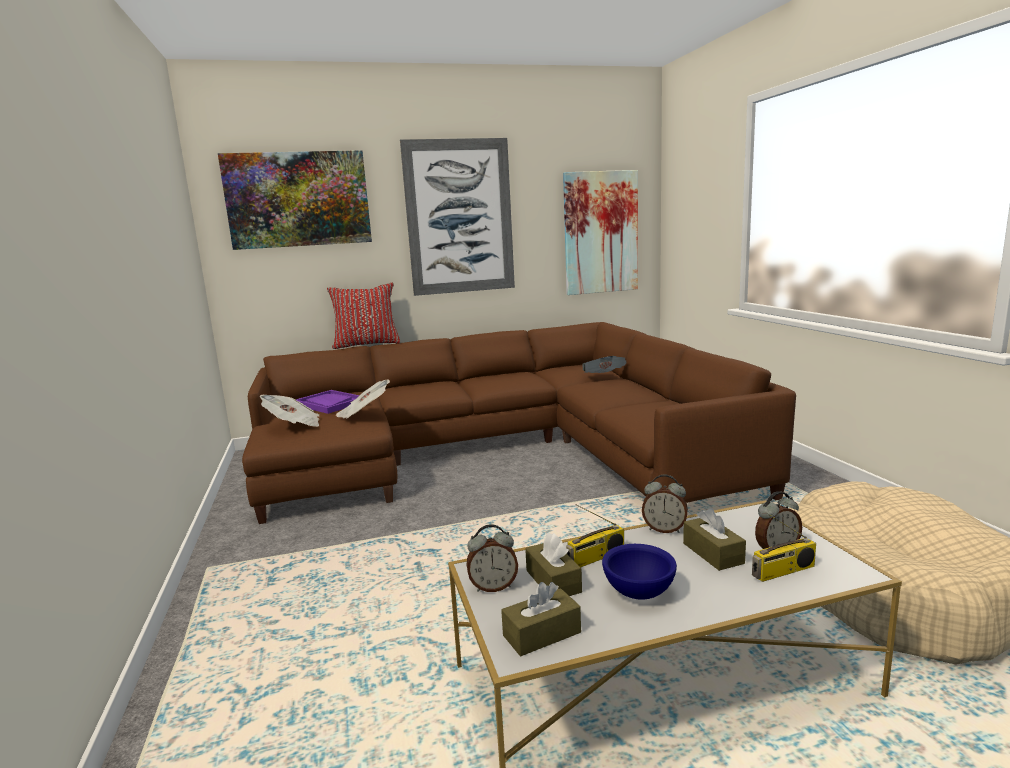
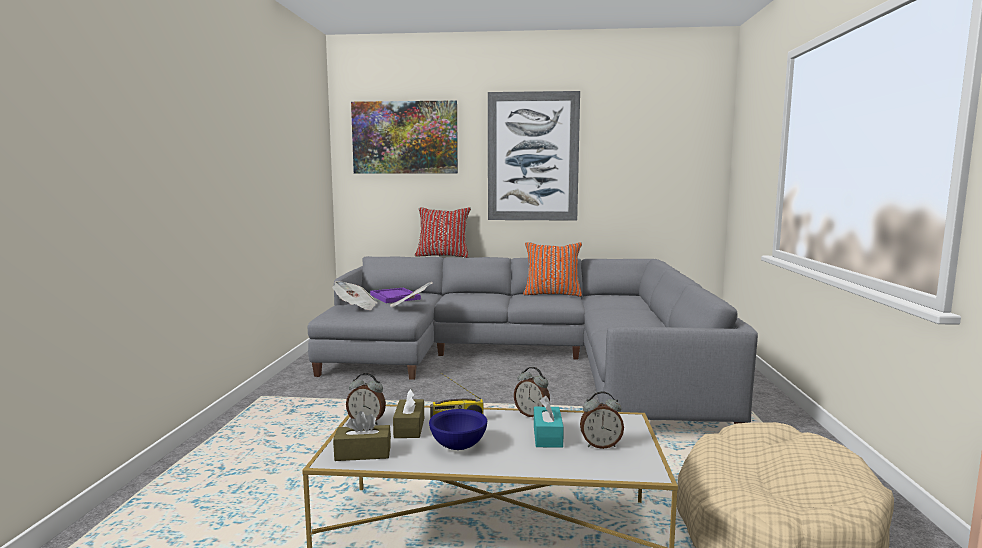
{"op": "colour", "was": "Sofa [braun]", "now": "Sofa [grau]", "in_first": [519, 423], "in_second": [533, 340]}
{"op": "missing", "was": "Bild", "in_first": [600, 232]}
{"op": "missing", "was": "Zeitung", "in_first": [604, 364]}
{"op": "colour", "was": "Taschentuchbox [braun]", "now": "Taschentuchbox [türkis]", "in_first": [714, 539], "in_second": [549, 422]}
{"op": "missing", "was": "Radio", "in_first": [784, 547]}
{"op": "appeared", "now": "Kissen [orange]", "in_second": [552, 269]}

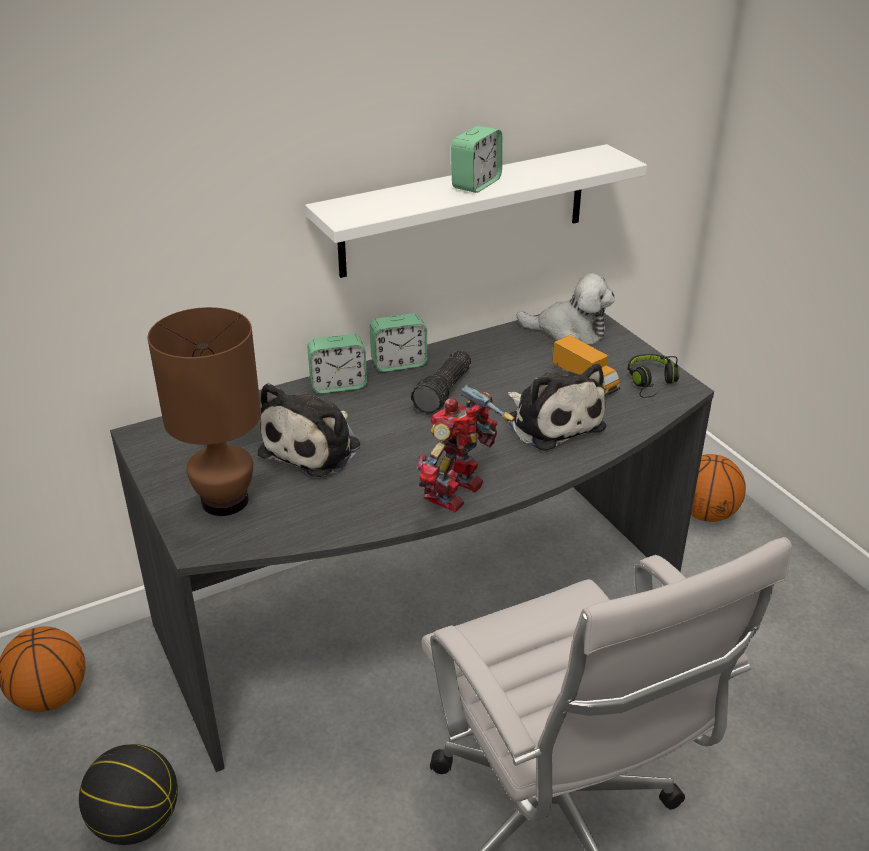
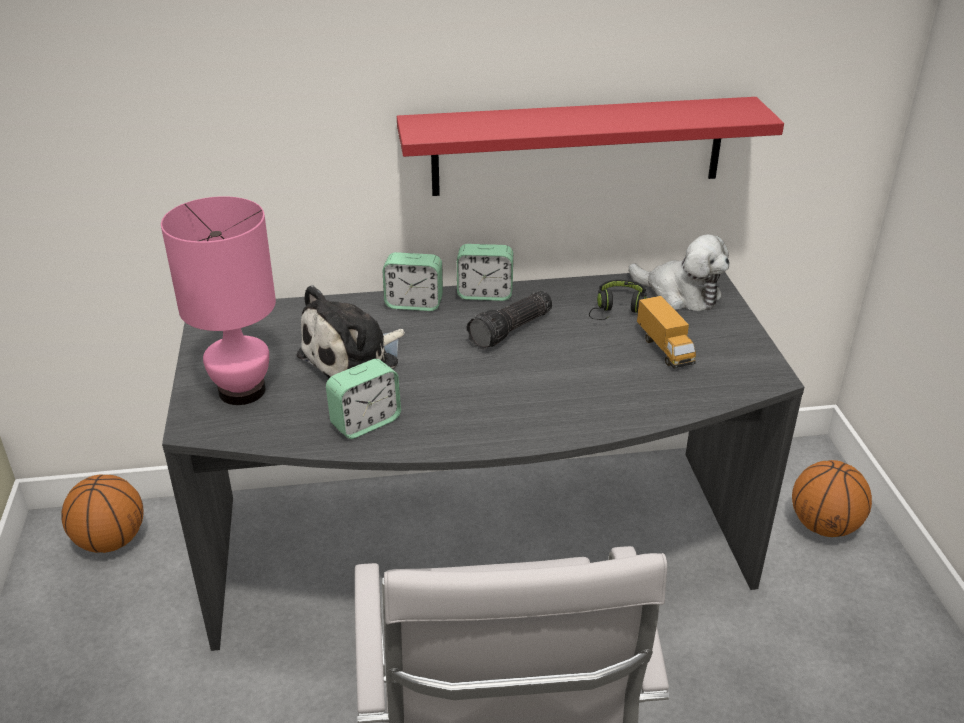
{"op": "missing", "was": "Basketball", "in_first": [128, 794]}
{"op": "colour", "was": "Tischlampe [braun]", "now": "Tischlampe [rosa]", "in_first": [204, 411], "in_second": [218, 300]}
{"op": "colour", "was": "Wandregal [weiß]", "now": "Wandregal [rot]", "in_first": [476, 211], "in_second": [590, 146]}
{"op": "missing", "was": "Spielzeugroboter", "in_first": [465, 448]}
{"op": "relocated", "was": "Wecker", "in_first": [476, 159], "in_second": [363, 399]}
{"op": "missing", "was": "Plüschtier", "in_first": [556, 407]}
{"op": "relocated", "was": "Kopfhörer [schwarz]", "in_first": [653, 376], "in_second": [618, 300]}

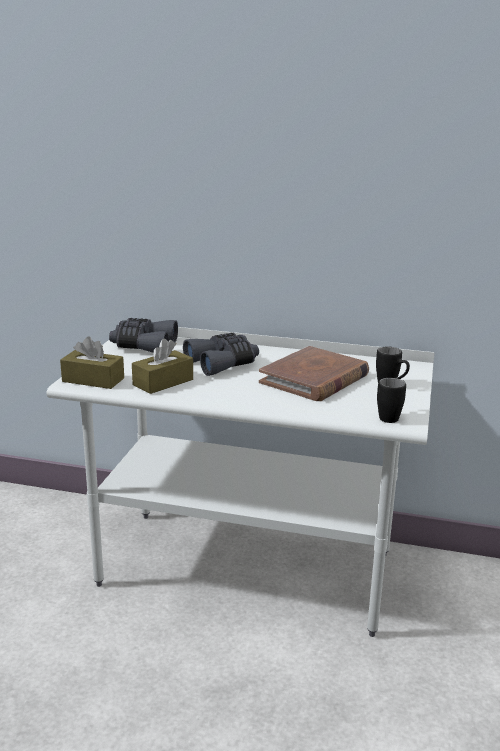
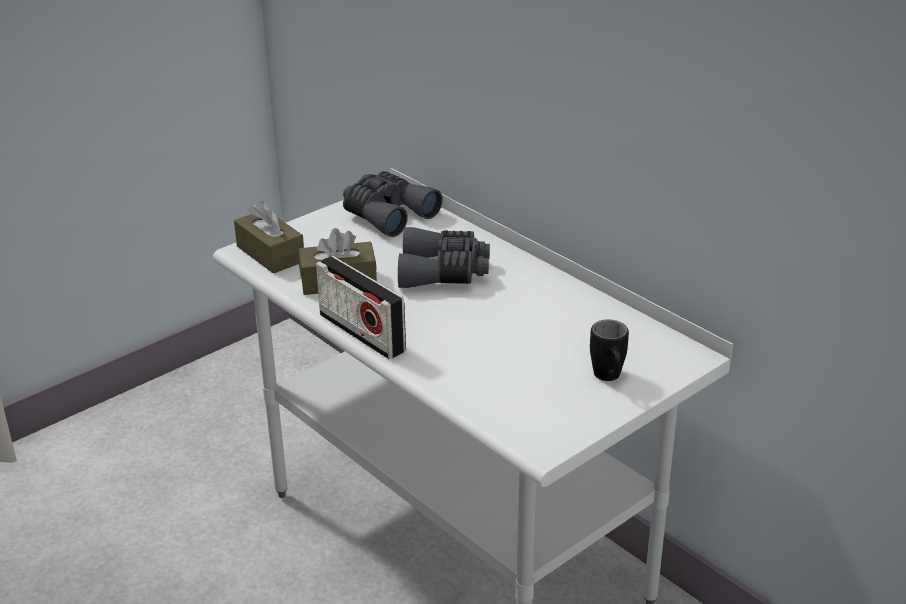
{"op": "missing", "was": "Buch [braun]", "in_first": [314, 373]}
{"op": "missing", "was": "Henkelbecher [schwarz]", "in_first": [391, 400]}
{"op": "appeared", "now": "Radio", "in_second": [361, 307]}

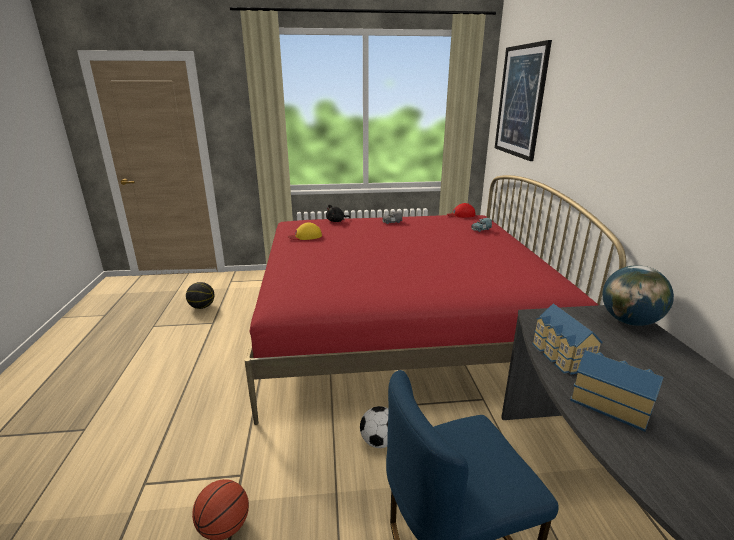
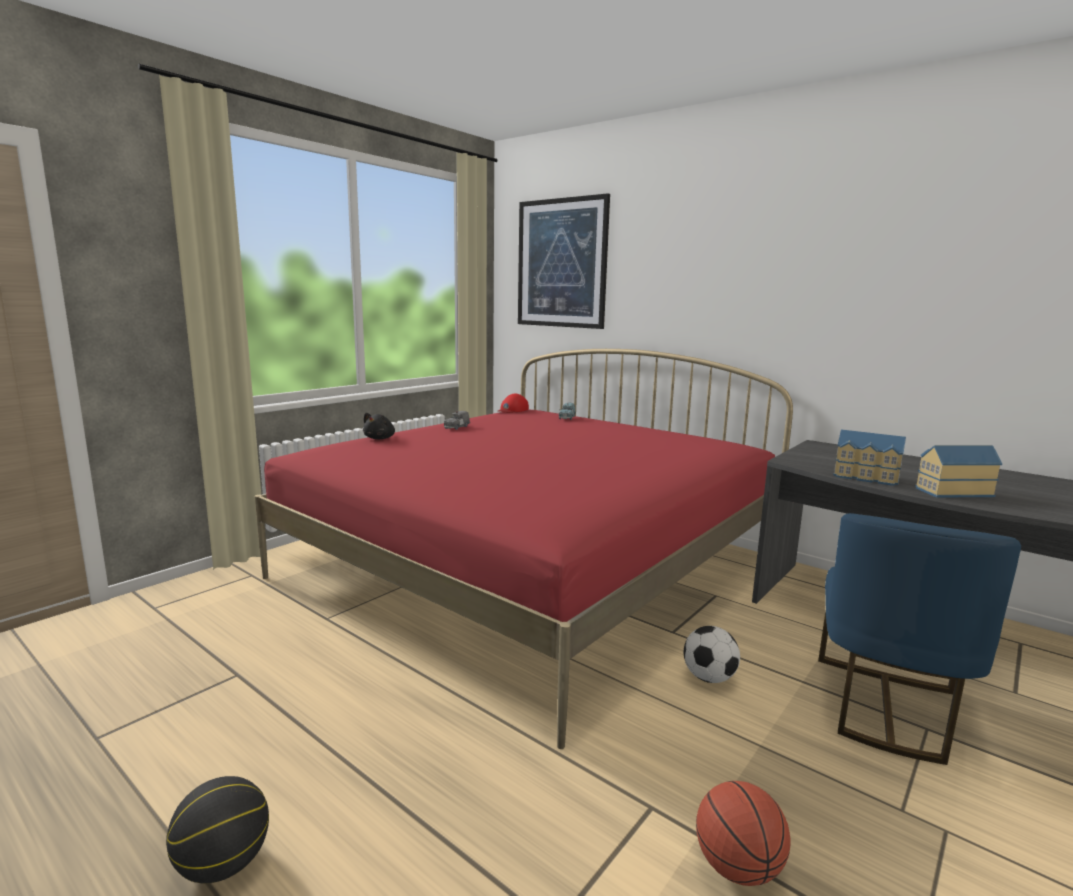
{"op": "relocated", "was": "Basketball", "in_first": [200, 295], "in_second": [217, 829]}
{"op": "missing", "was": "Kappe [gelb]", "in_first": [304, 231]}
{"op": "missing", "was": "Globus", "in_first": [638, 295]}

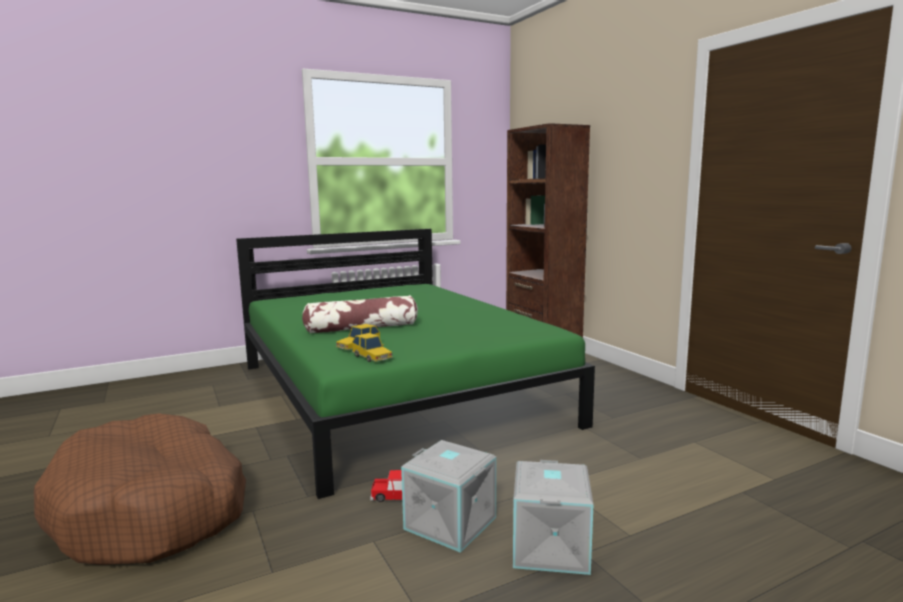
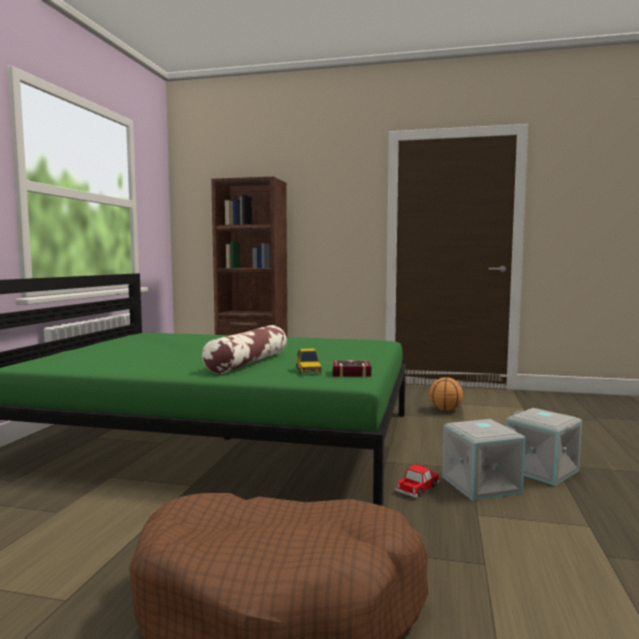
{"op": "exchanged", "was": "Spielzeugauto", "now": "Buch", "in_first": [372, 347], "in_second": [352, 368]}
{"op": "appeared", "now": "Basketball", "in_second": [446, 394]}

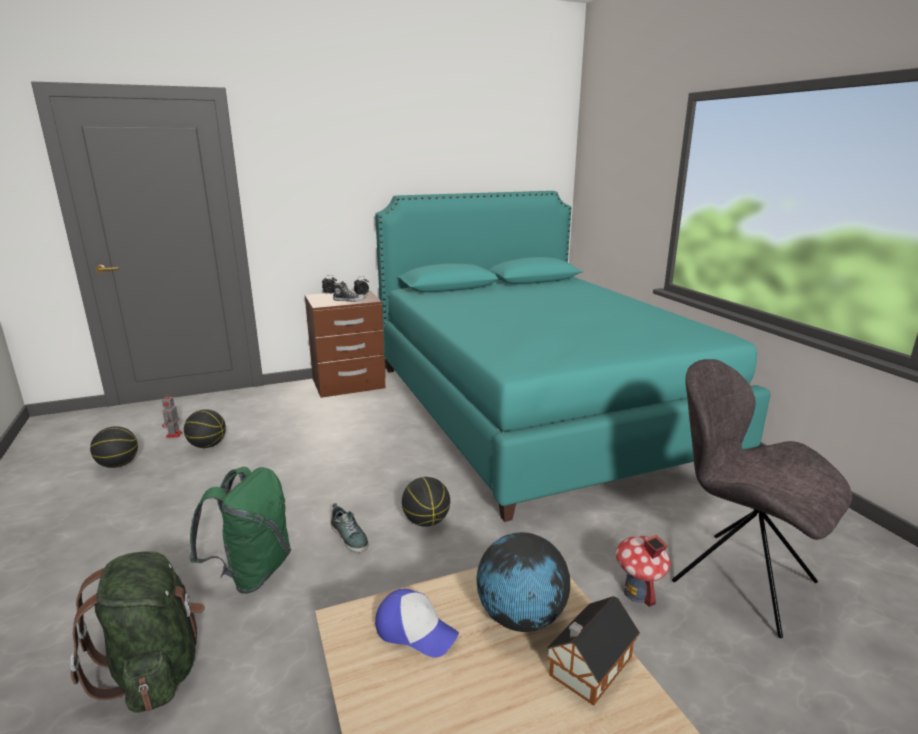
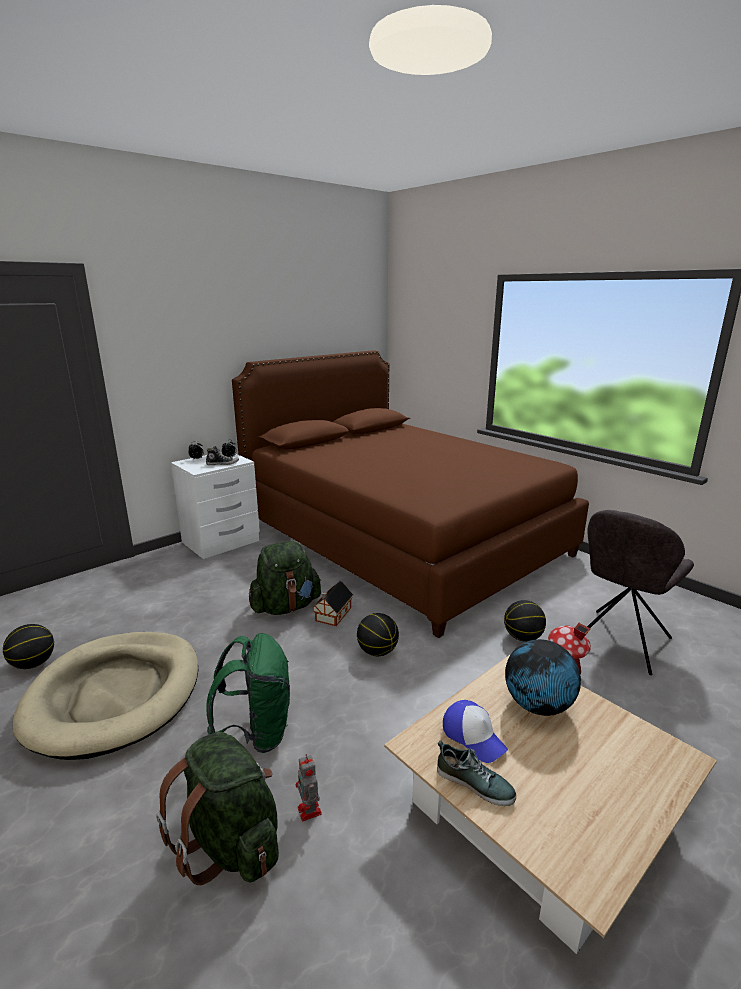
{"op": "relocated", "was": "Spielzeugroboter", "in_first": [172, 417], "in_second": [309, 788]}
{"op": "relocated", "was": "Basketball", "in_first": [205, 428], "in_second": [525, 621]}
{"op": "colour", "was": "Nachttisch [braun]", "now": "Nachttisch [weiß]", "in_first": [345, 344], "in_second": [215, 505]}
{"op": "relocated", "was": "Schuh", "in_first": [349, 528], "in_second": [476, 773]}
{"op": "colour", "was": "Bett [türkis]", "now": "Bett [braun]", "in_first": [573, 356], "in_second": [410, 494]}
{"op": "spun", "was": "Kappe", "in_first": [417, 623], "in_second": [475, 731], "clockwise": 45}
{"op": "relocated", "was": "Spielzeughaus", "in_first": [593, 651], "in_second": [332, 603]}
{"op": "spun", "was": "Stuhl [grau]", "in_first": [762, 498], "in_second": [640, 592], "clockwise": -75}
{"op": "appeared", "now": "Hundebett [beige]", "in_second": [105, 696]}
{"op": "appeared", "now": "Rucksack [grün]", "in_second": [285, 578]}

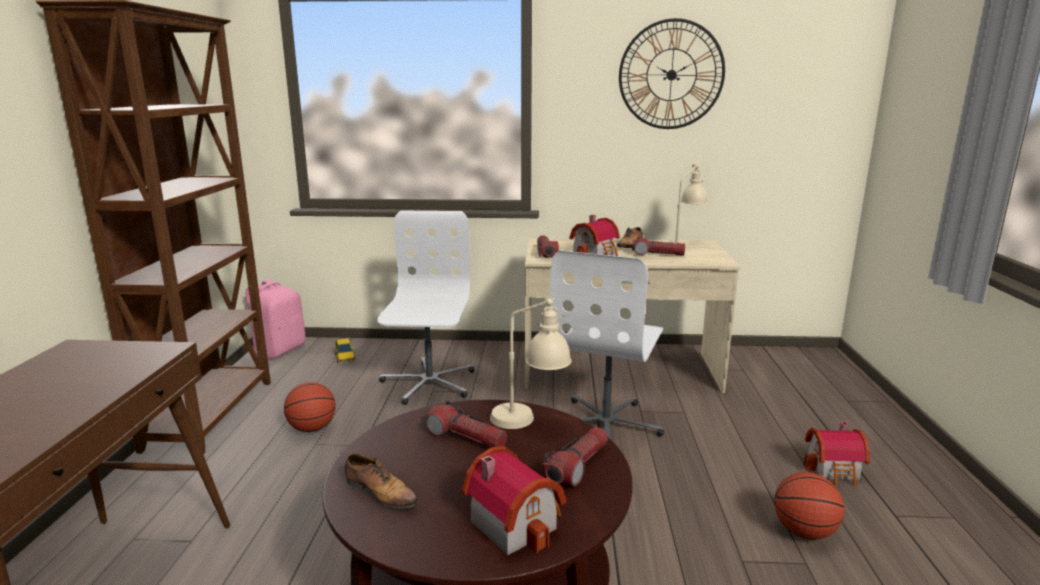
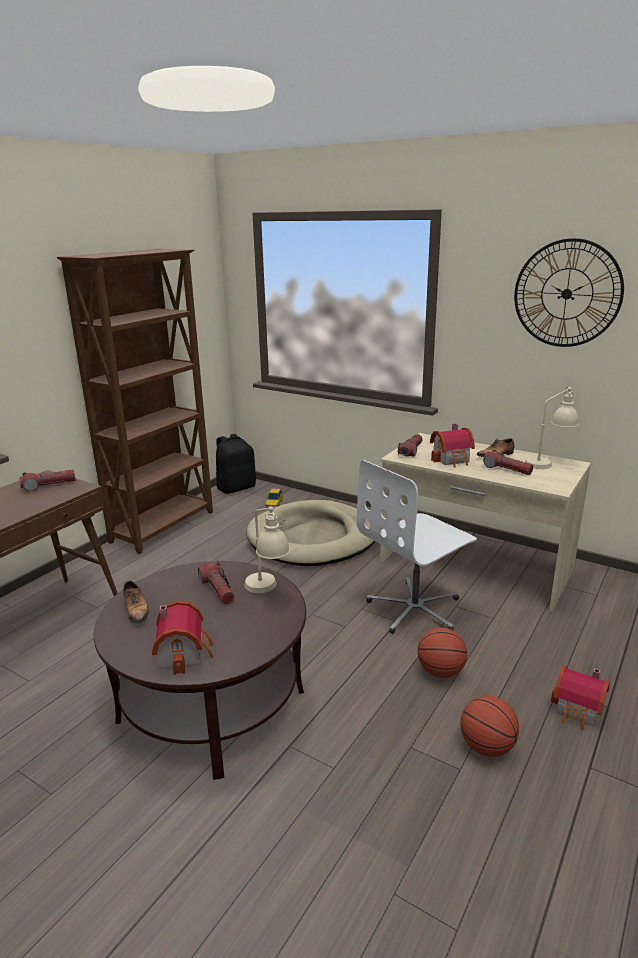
{"op": "colour", "was": "Rucksack [rosa]", "now": "Rucksack [schwarz]", "in_first": [275, 319], "in_second": [236, 464]}
{"op": "relocated", "was": "Basketball", "in_first": [310, 407], "in_second": [442, 652]}
{"op": "exchanged", "was": "Bürostuhl [weiß]", "now": "Hundebett [beige]", "in_first": [426, 307], "in_second": [311, 533]}
{"op": "relocated", "was": "Taschenlampe", "in_first": [575, 456], "in_second": [47, 480]}

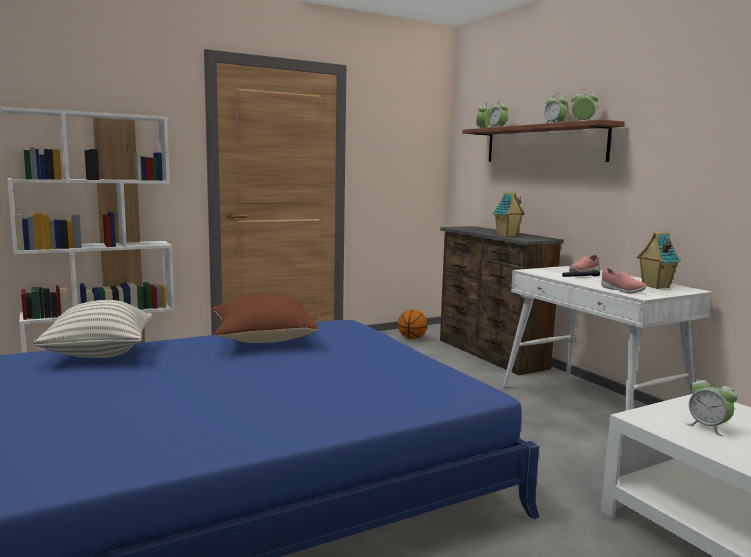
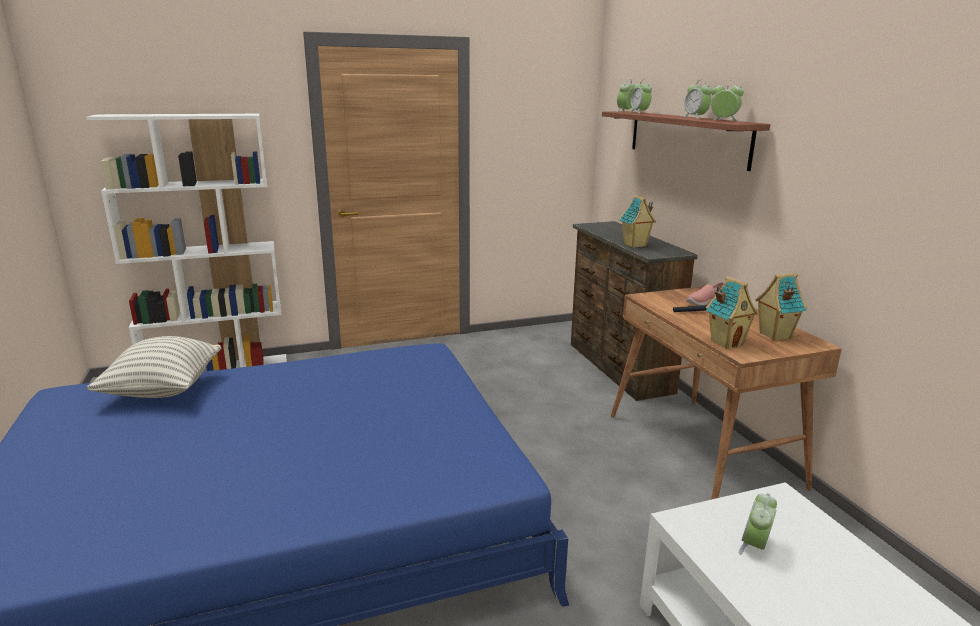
{"op": "missing", "was": "Kissen [braun]", "in_first": [265, 318]}
{"op": "missing", "was": "Basketball", "in_first": [412, 324]}
{"op": "colour", "was": "Schreibtisch [weiß]", "now": "Schreibtisch [braun]", "in_first": [607, 338], "in_second": [726, 393]}
{"op": "exchanged", "was": "Schuh [rosa]", "now": "Spielzeughaus", "in_first": [623, 280], "in_second": [732, 312]}
{"op": "spun", "was": "Wecker", "in_first": [712, 406], "in_second": [758, 524], "clockwise": 60}

